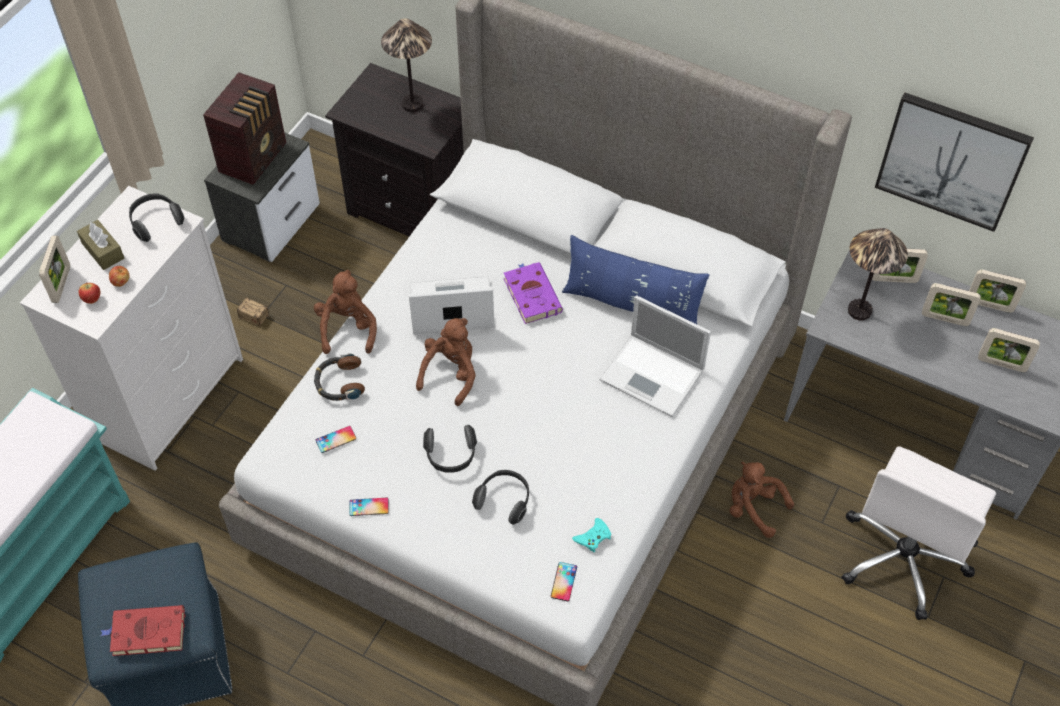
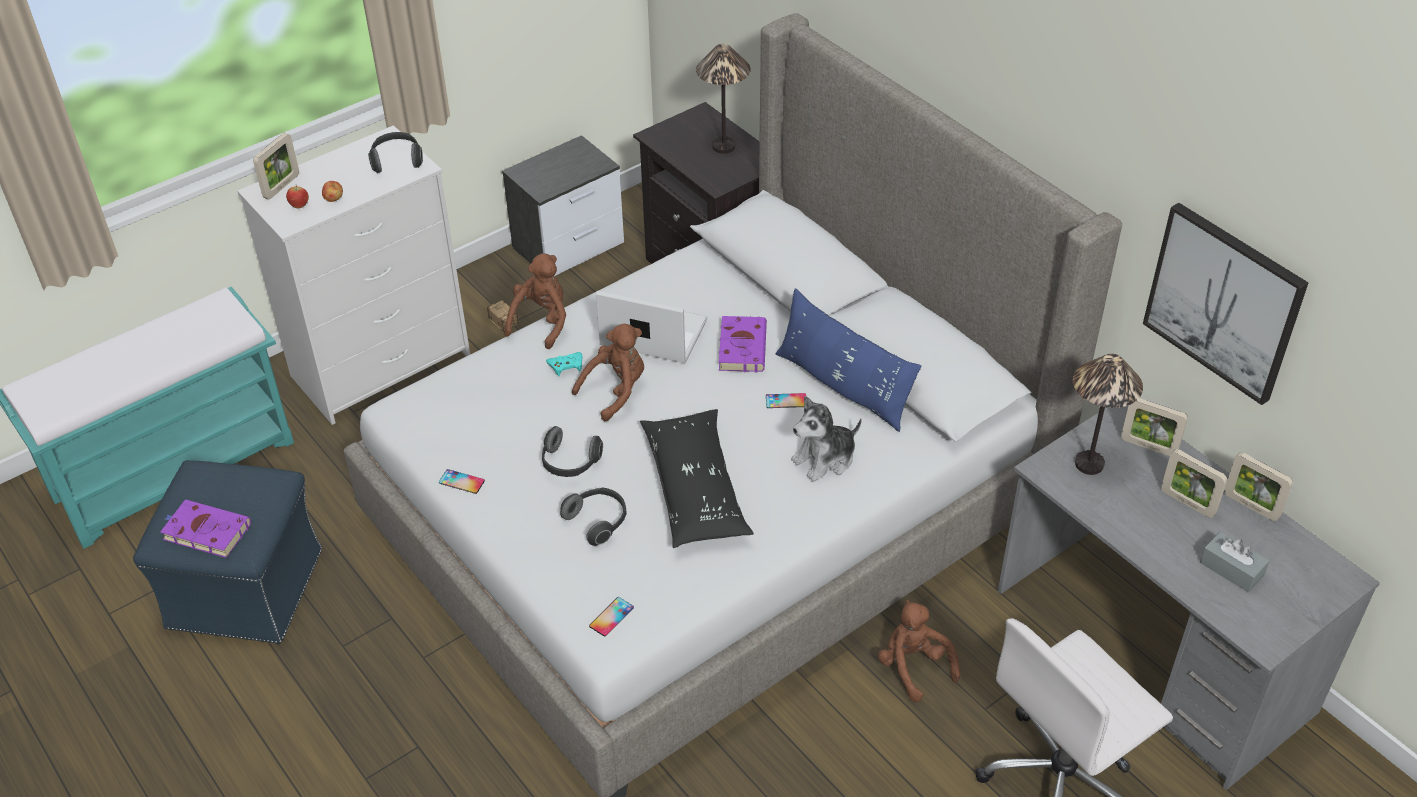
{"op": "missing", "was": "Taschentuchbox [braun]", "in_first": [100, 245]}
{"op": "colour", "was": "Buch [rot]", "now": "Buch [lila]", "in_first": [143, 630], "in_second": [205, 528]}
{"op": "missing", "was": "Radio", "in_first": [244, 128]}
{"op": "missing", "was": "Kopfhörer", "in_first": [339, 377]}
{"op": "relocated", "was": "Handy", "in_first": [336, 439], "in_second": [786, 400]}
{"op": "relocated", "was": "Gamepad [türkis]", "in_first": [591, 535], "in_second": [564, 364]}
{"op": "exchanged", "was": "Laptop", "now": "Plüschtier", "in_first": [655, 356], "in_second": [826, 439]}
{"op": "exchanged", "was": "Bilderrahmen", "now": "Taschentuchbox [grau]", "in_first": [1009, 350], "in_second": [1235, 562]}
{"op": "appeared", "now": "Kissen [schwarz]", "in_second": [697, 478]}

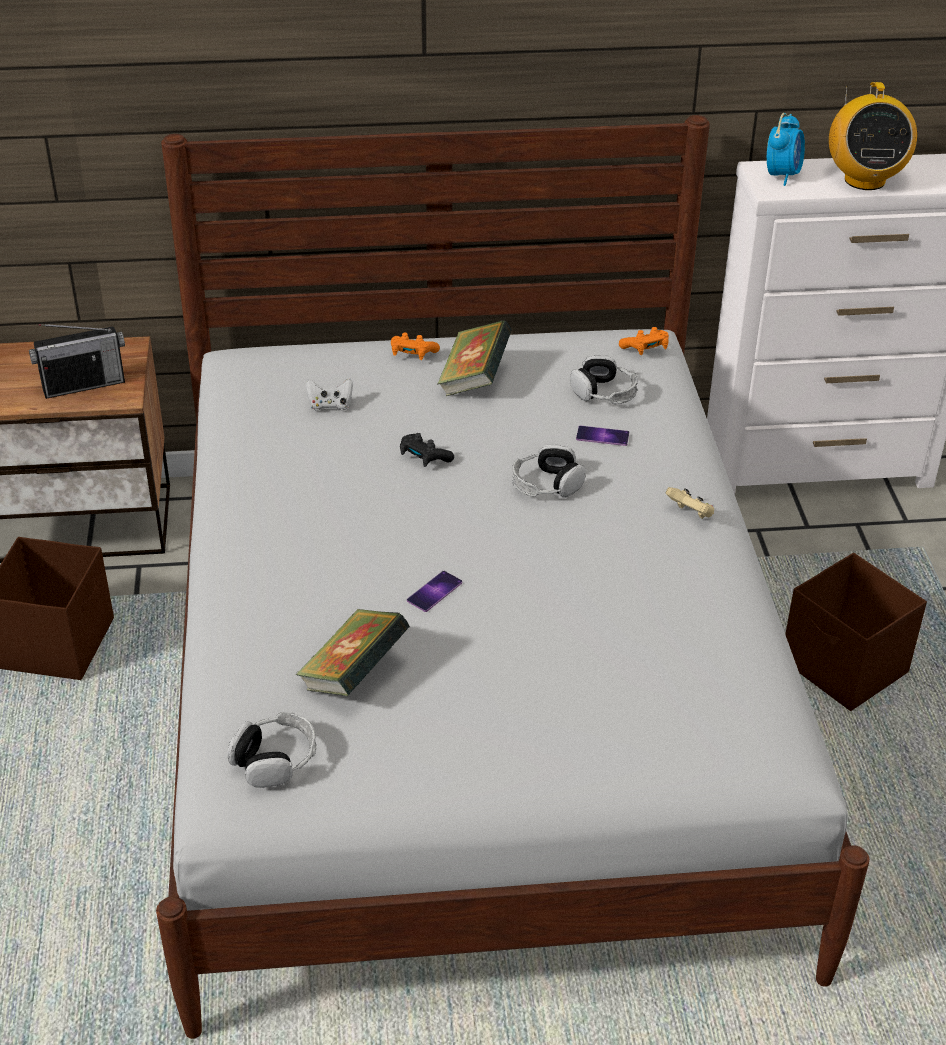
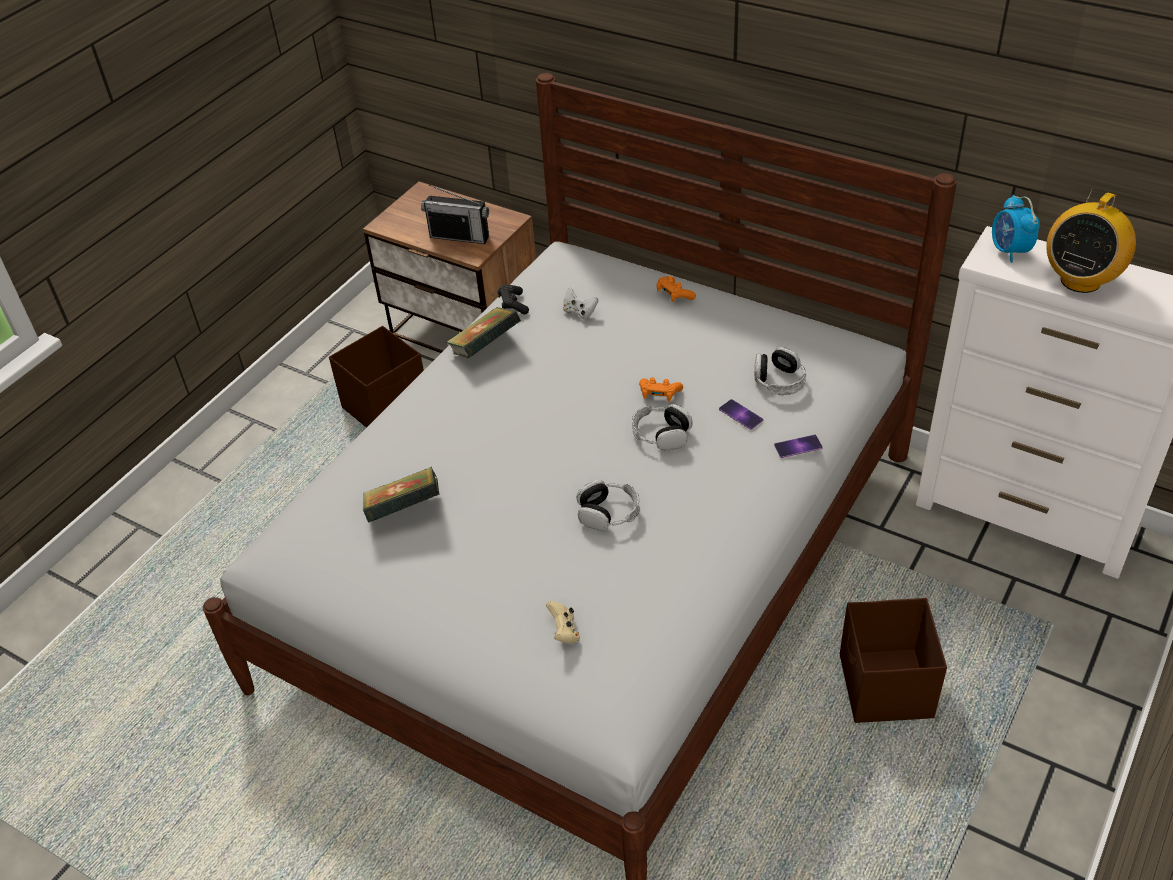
{"op": "relocated", "was": "Kopfhörer", "in_first": [271, 750], "in_second": [608, 505]}
{"op": "relocated", "was": "Gamepad [schwarz]", "in_first": [427, 450], "in_second": [513, 299]}
{"op": "relocated", "was": "Handy", "in_first": [434, 591], "in_second": [798, 446]}
{"op": "relocated", "was": "Buch", "in_first": [475, 358], "in_second": [483, 332]}
{"op": "relocated", "was": "Gamepad [orange]", "in_first": [644, 341], "in_second": [661, 389]}
{"op": "relocated", "was": "Gamepad [beige]", "in_first": [689, 503], "in_second": [563, 622]}
{"op": "spun", "was": "Wecker", "in_first": [786, 149], "in_second": [1016, 229], "clockwise": 105}

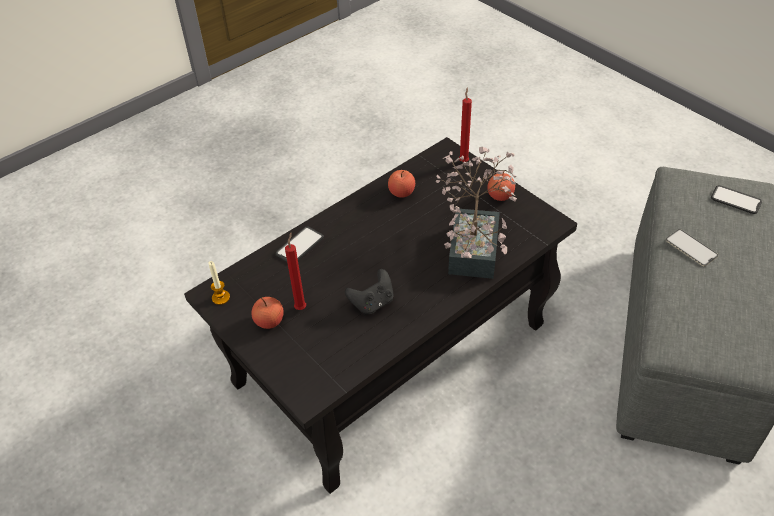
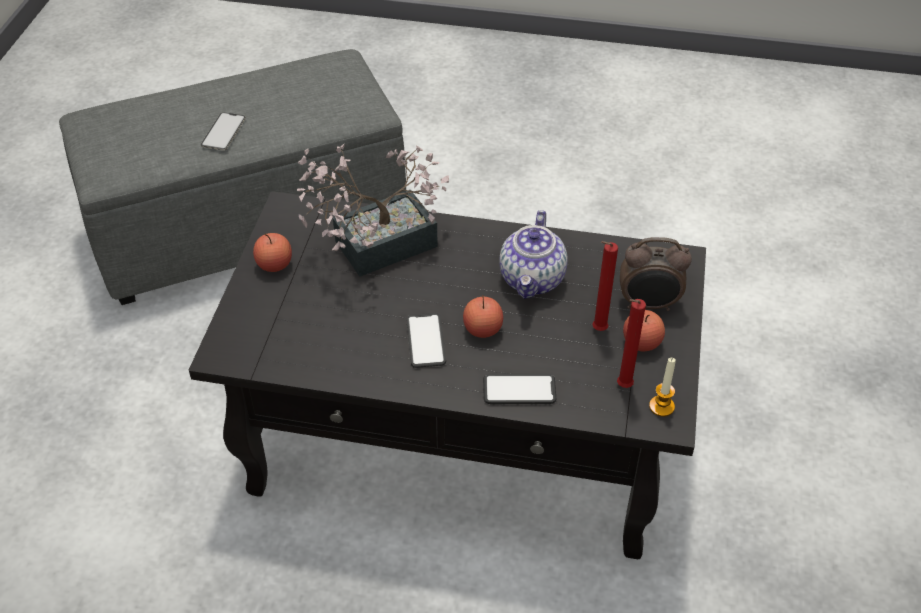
{"op": "exchanged", "was": "Gamepad [schwarz]", "now": "Teekanne", "in_first": [369, 291], "in_second": [533, 254]}
{"op": "relocated", "was": "Apfel", "in_first": [401, 184], "in_second": [483, 316]}
{"op": "relocated", "was": "Kerze [rot]", "in_first": [465, 125], "in_second": [631, 343]}
{"op": "relocated", "was": "Handy", "in_first": [736, 199], "in_second": [426, 340]}
{"op": "appeared", "now": "Wecker", "in_second": [656, 274]}

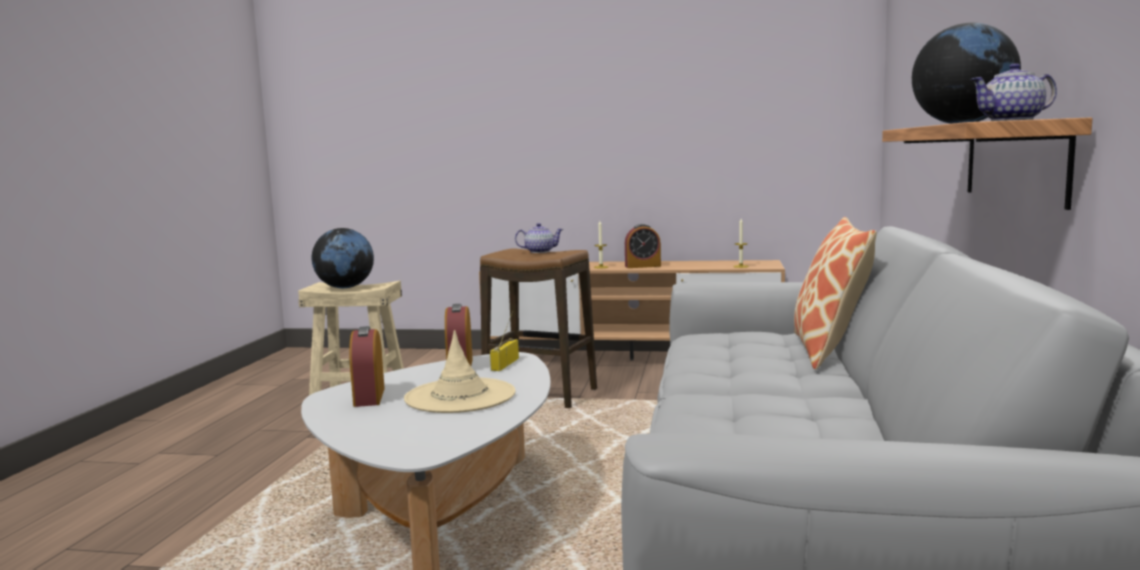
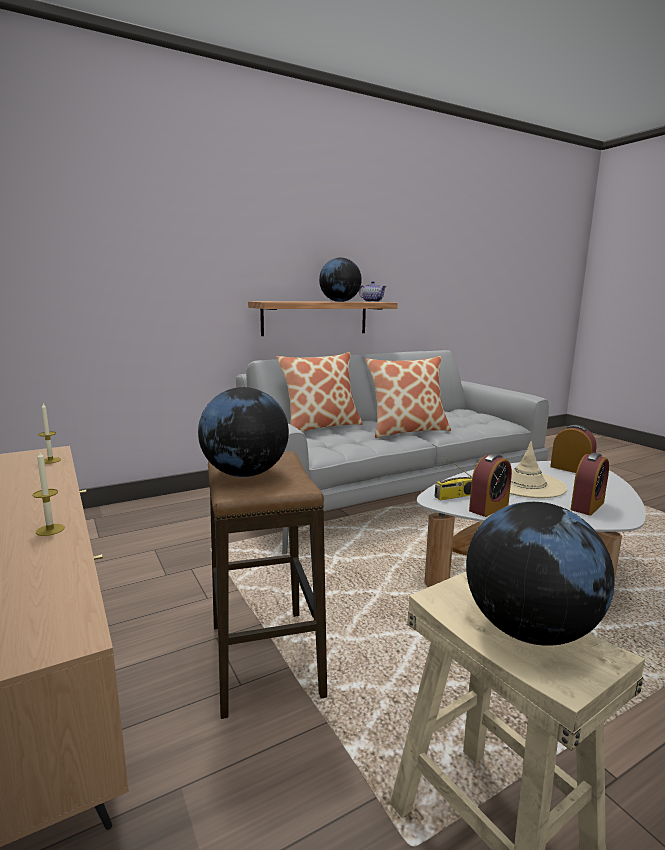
{"op": "exchanged", "was": "Teekanne", "now": "Globus", "in_first": [539, 238], "in_second": [243, 432]}
{"op": "relocated", "was": "Wecker", "in_first": [643, 246], "in_second": [573, 449]}
{"op": "appeared", "now": "Kissen", "in_second": [408, 397]}

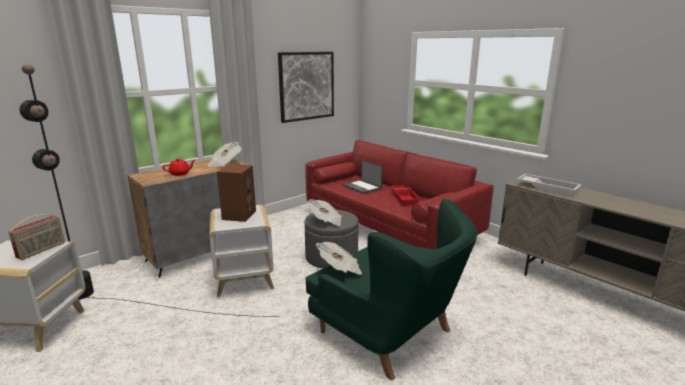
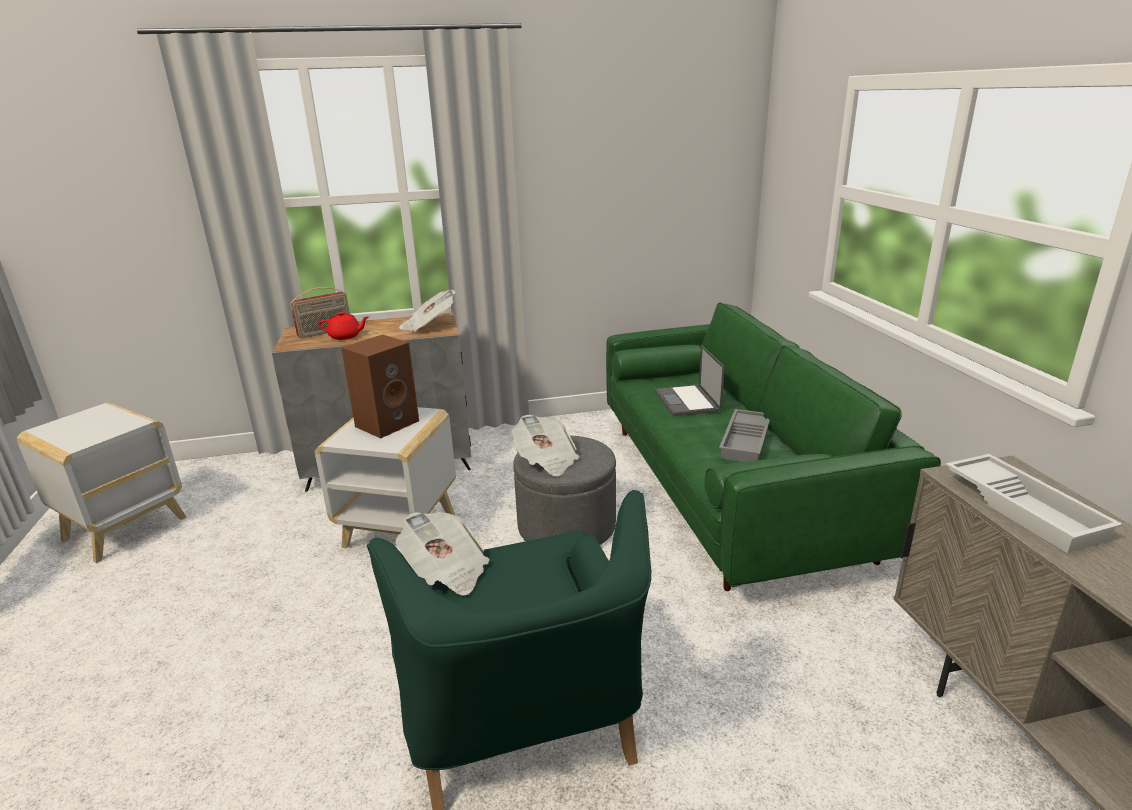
{"op": "relocated", "was": "Radio", "in_first": [37, 237], "in_second": [320, 312]}
{"op": "missing", "was": "Stehlampe [schwarz]", "in_first": [149, 190]}
{"op": "missing", "was": "Bild", "in_first": [306, 87]}
{"op": "colour", "was": "Sofa [rot]", "now": "Sofa [grün]", "in_first": [399, 195], "in_second": [773, 446]}
{"op": "colour", "was": "Tablett [rot]", "now": "Tablett [grau]", "in_first": [405, 195], "in_second": [744, 435]}

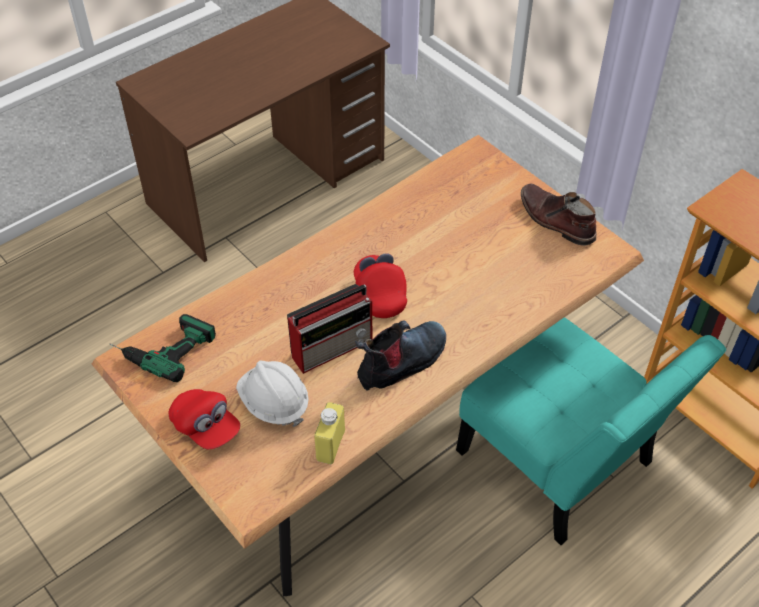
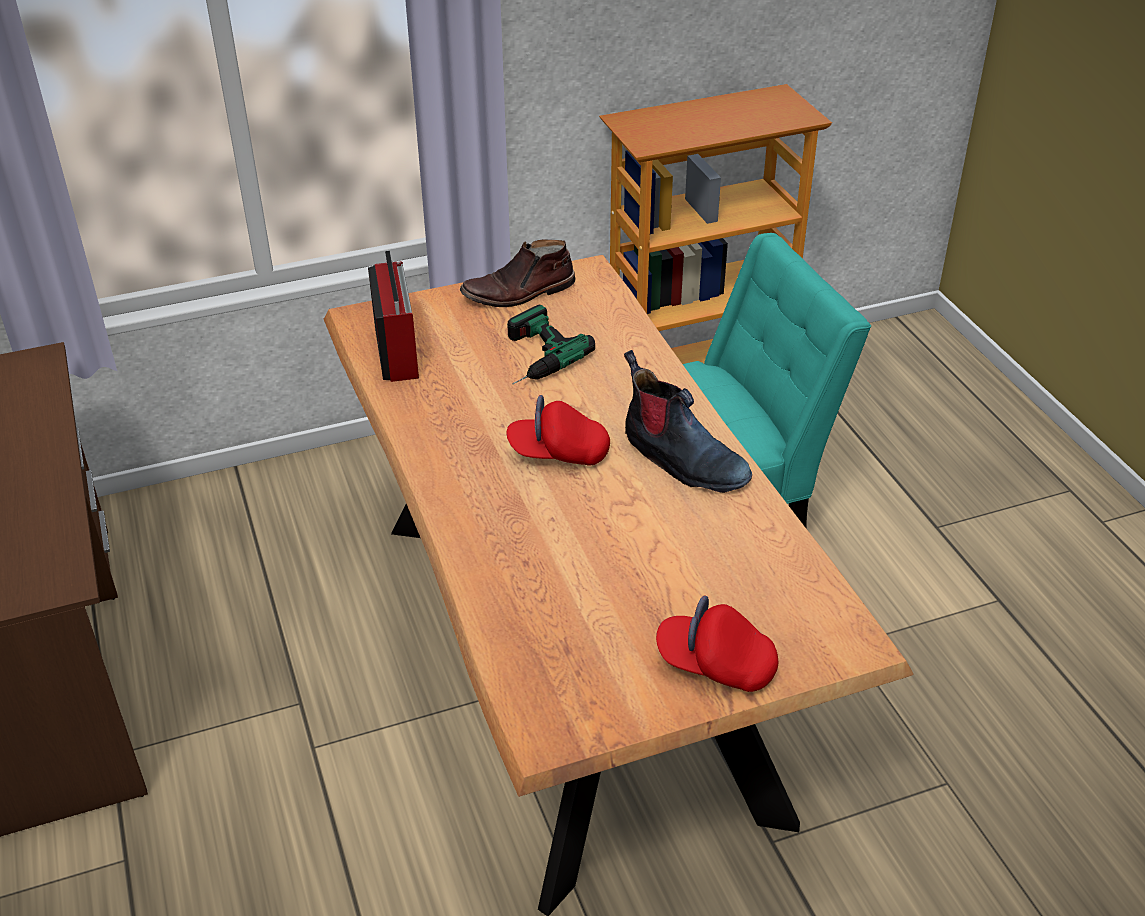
{"op": "relocated", "was": "Bohrmaschine", "in_first": [163, 348], "in_second": [551, 344]}
{"op": "spun", "was": "Kappe [rot]", "in_first": [204, 419], "in_second": [717, 643], "clockwise": -135}
{"op": "missing", "was": "Schutzhelm [weiß]", "in_first": [272, 394]}
{"op": "relocated", "was": "Radio", "in_first": [329, 329], "in_second": [393, 316]}
{"op": "missing", "was": "Flasche [gelb]", "in_first": [329, 433]}
{"op": "spun", "was": "Stiefel", "in_first": [400, 356], "in_second": [688, 421], "clockwise": 150}

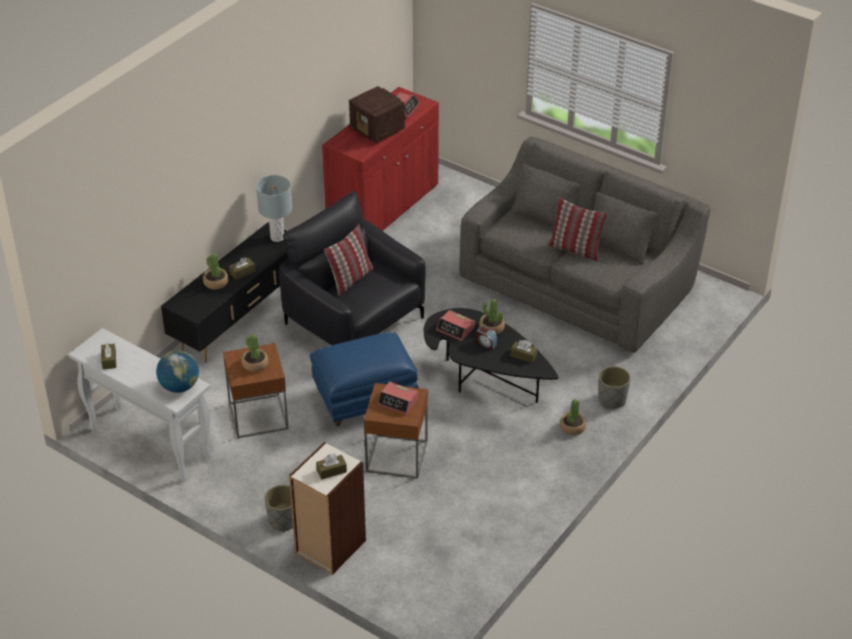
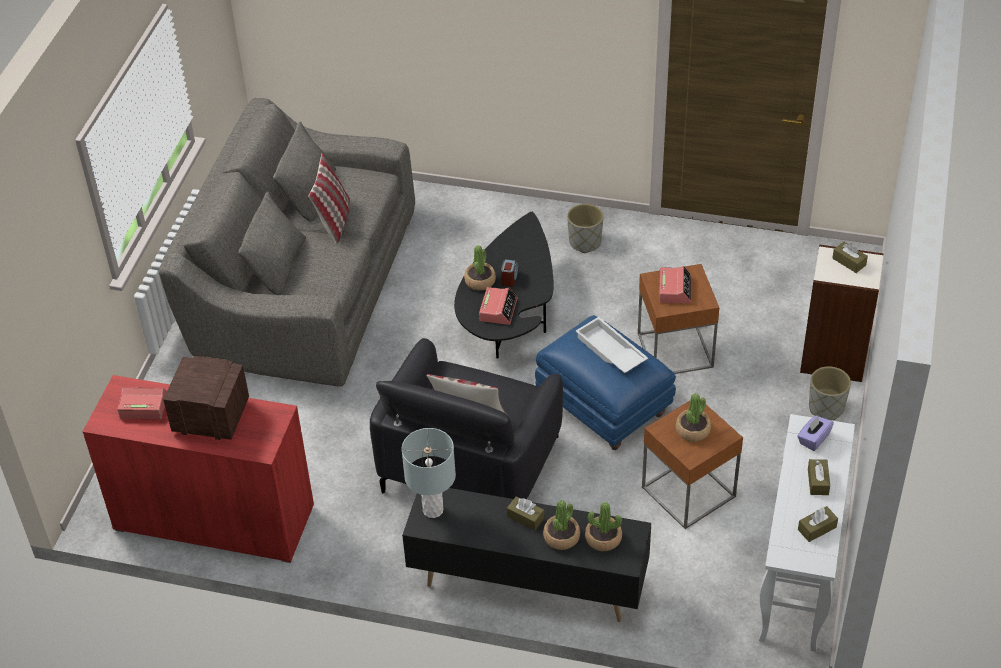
{"op": "exchanged", "was": "Globus", "now": "Taschentuchbox [lila]", "in_first": [177, 371], "in_second": [815, 433]}
{"op": "spun", "was": "Radio", "in_first": [377, 114], "in_second": [206, 398], "clockwise": -105}
{"op": "relocated", "was": "Taschentuchbox [braun]", "in_first": [524, 351], "in_second": [819, 477]}
{"op": "relocated", "was": "Topfpflanze", "in_first": [573, 417], "in_second": [603, 526]}
{"op": "relocated", "was": "Pflanzkübel [grau]", "in_first": [614, 387], "in_second": [585, 228]}
{"op": "appeared", "now": "Tablett [weiß]", "in_second": [612, 345]}

